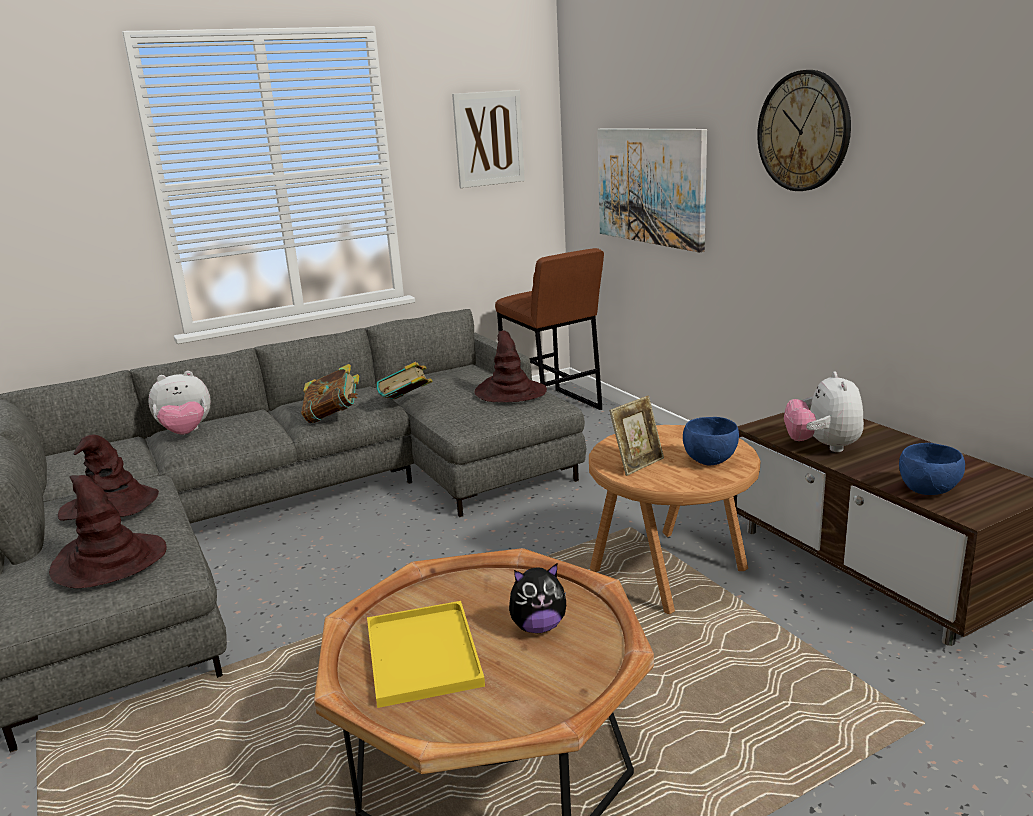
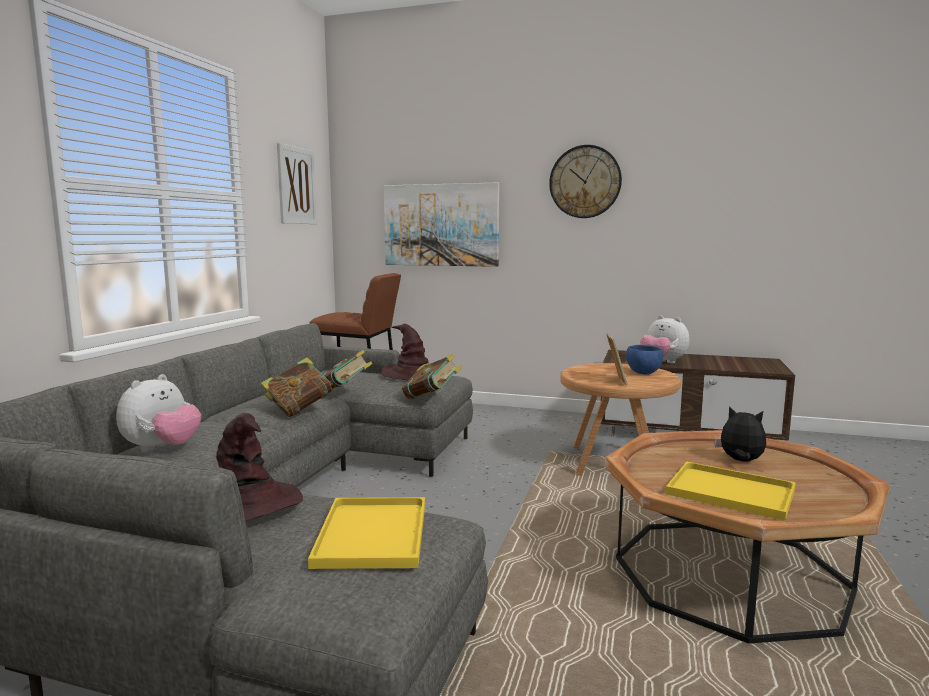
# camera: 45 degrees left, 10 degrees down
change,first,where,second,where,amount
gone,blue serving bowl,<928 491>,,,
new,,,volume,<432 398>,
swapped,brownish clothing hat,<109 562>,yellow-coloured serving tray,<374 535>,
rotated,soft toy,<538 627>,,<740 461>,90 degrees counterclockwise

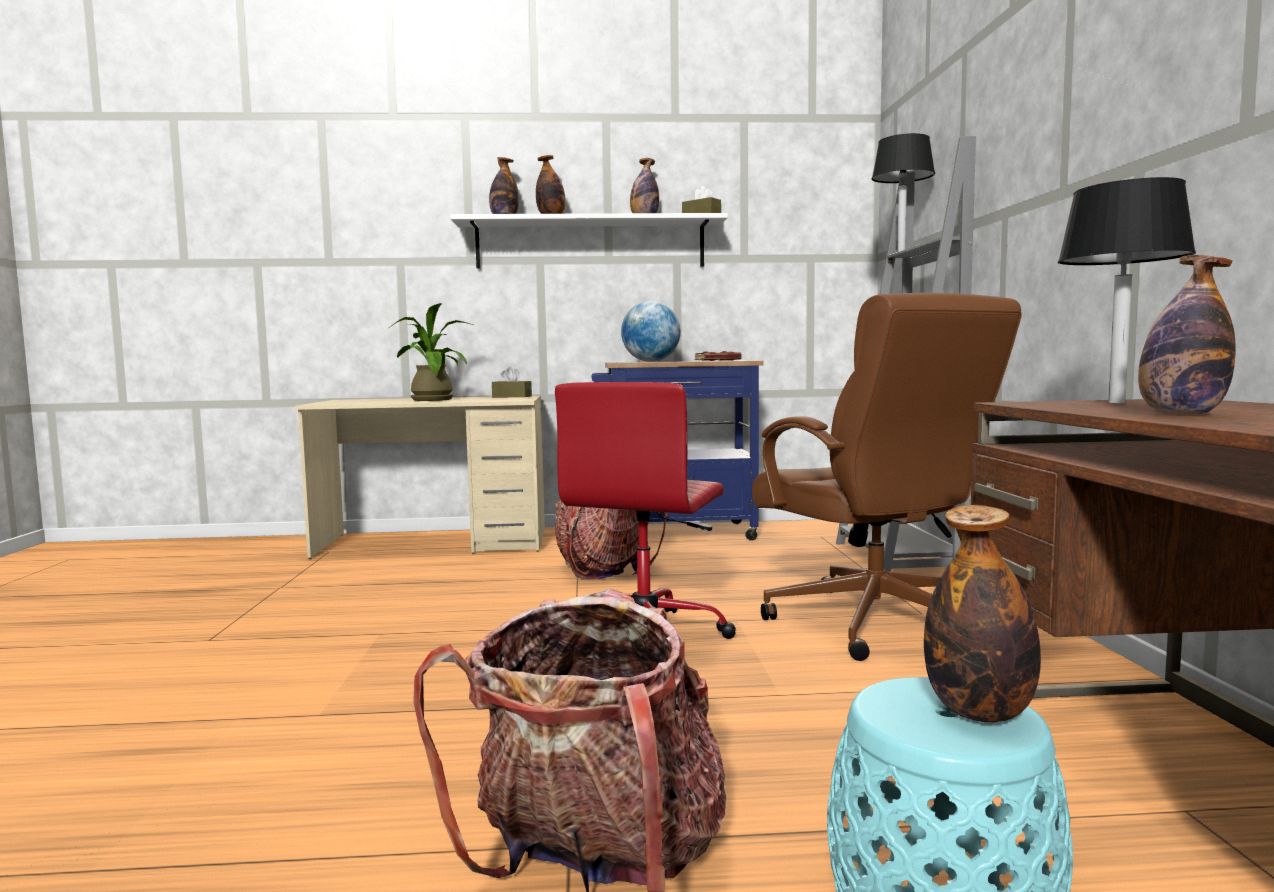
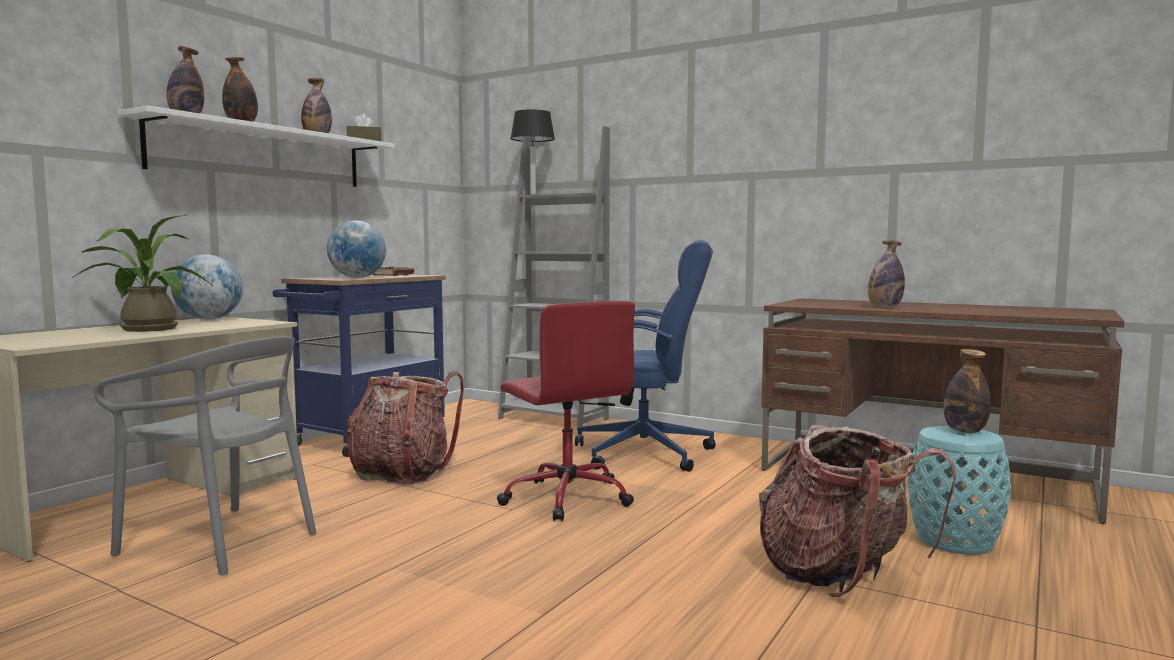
# camera: 55 degrees left, 0 degrees up
change,first,where,second,where,amount
gone,black-coloured table lamp,<1117 402>,,,
new,,,grey plain chair,<221 541>,
swapped,brownish tissue box,<512 396>,world globe,<209 319>,
repainted,brownish desk chair,<874 621>,blue desk chair,<642 453>,

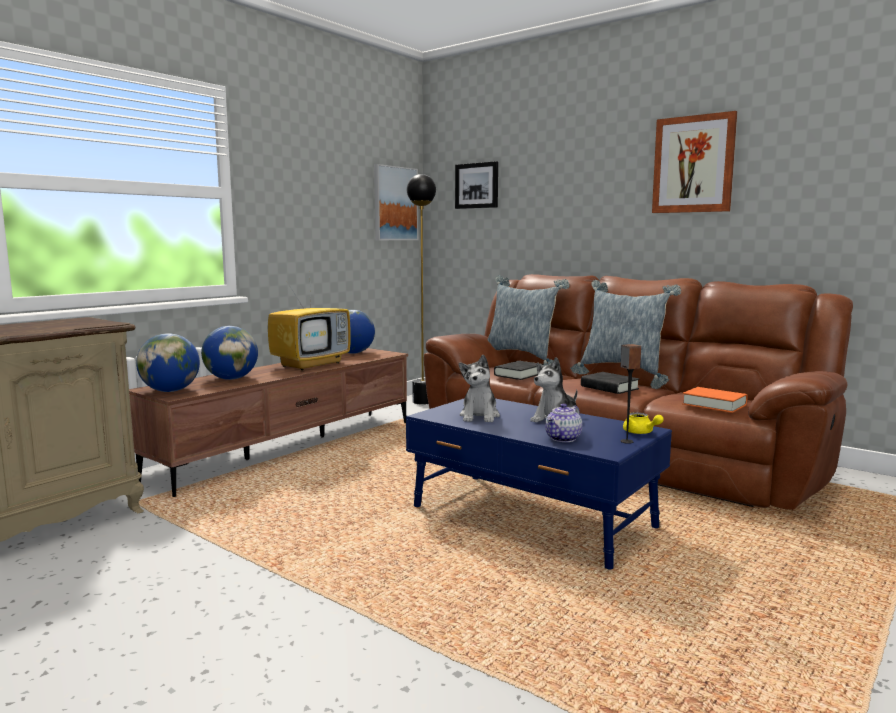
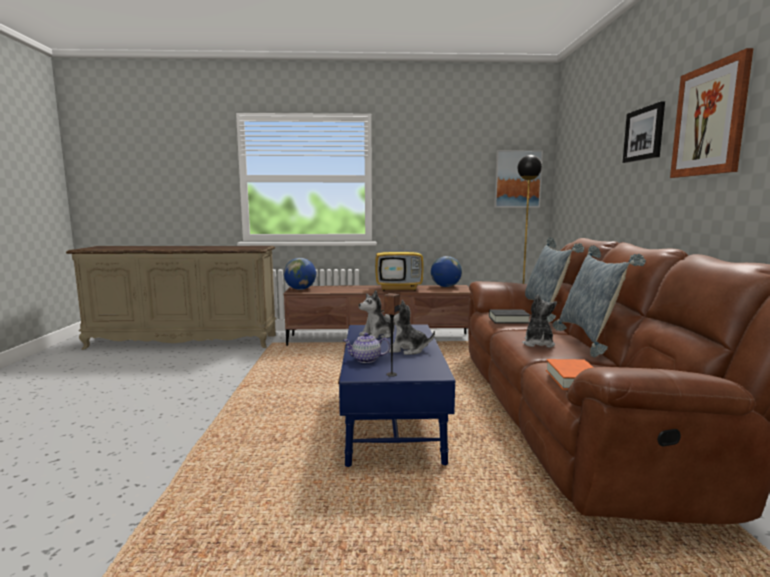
# camera: 50 degrees right, 0 degrees up
change,first,where,second,where,amount
gone,world globe,<231 379>,,,
gone,yellow-coloured pot for tea,<640 433>,,,
shifted,wall picture,<477 185>,,<644 134>,
swapped,black-coloured volume,<609 388>,soft toy,<538 344>,

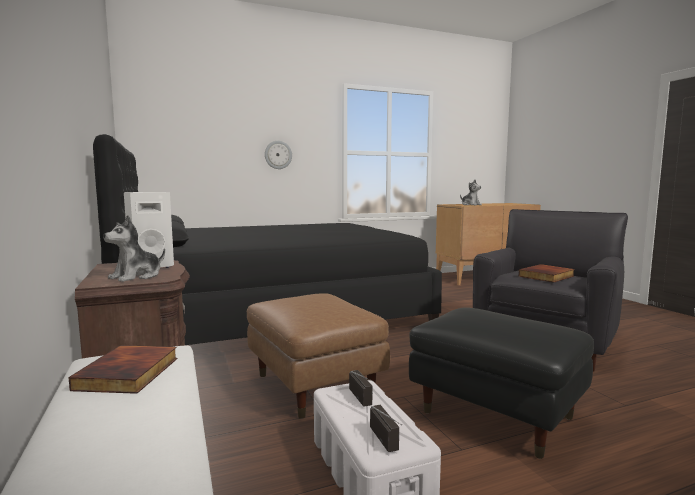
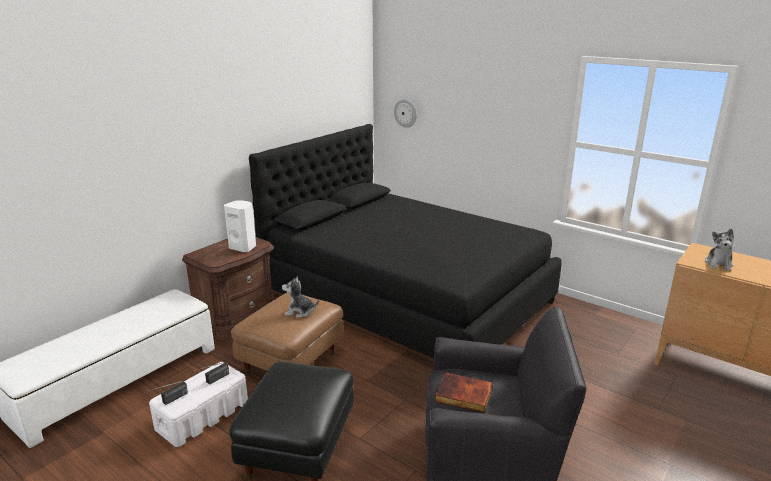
# camera: 60 degrees right, 15 degrees up
change,first,where,second,where,amount
gone,volume,<129 374>,,,
shifted,soft toy,<137 276>,,<300 312>,
shifted,hanging clock,<278 155>,,<405 113>,

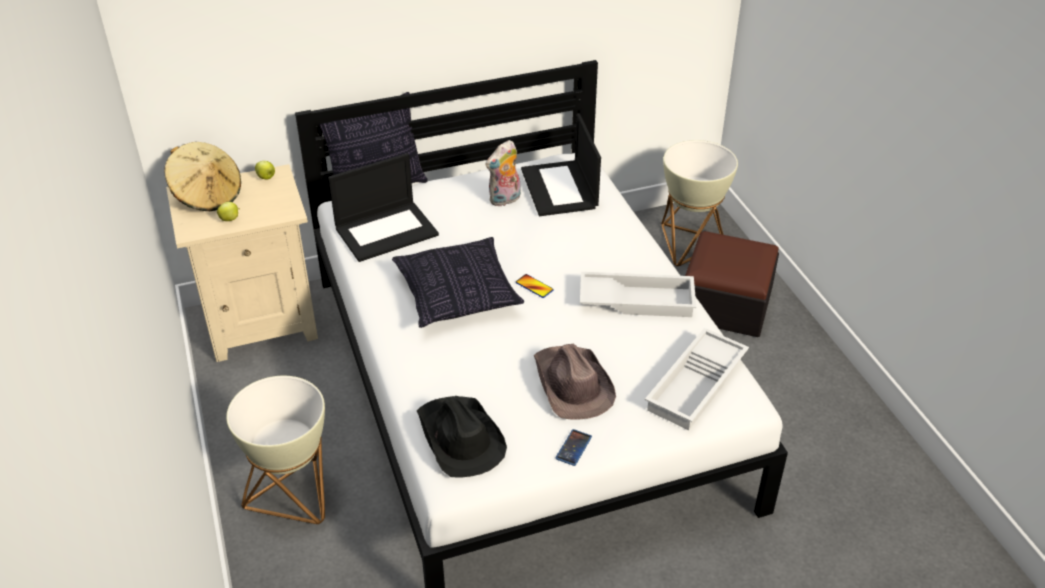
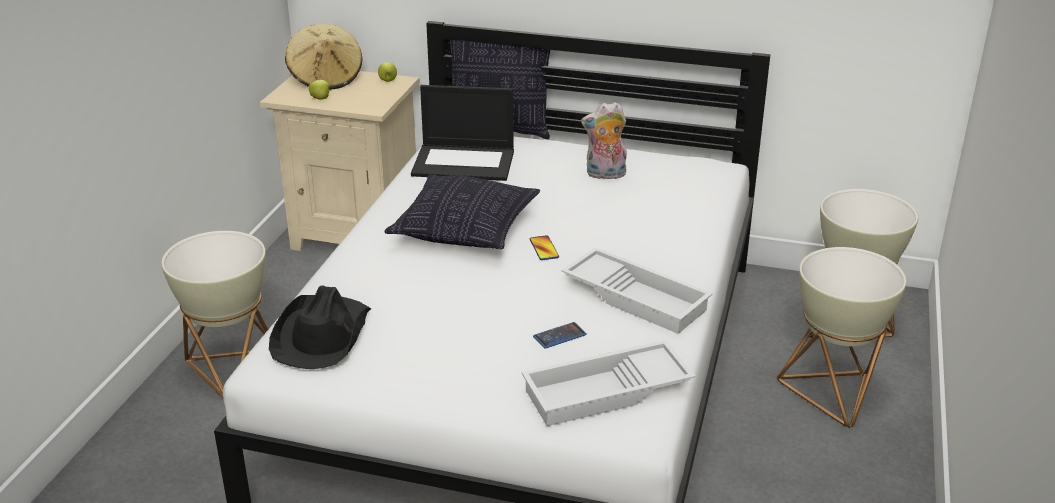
# camera: 35 degrees right, 10 degrees down
change,first,where,second,where,amount
gone,laptop,<560 189>,,,
gone,brownish clothing hat,<572 384>,,,
shifted,phone,<573 448>,,<559 336>,
swapped,ottoman,<725 303>,plant pot,<832 393>,

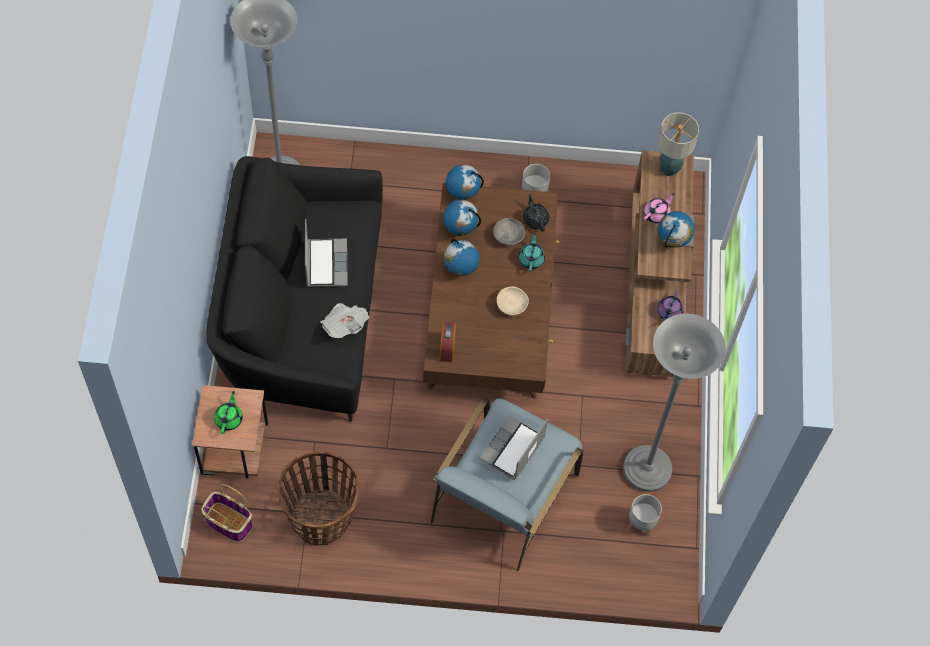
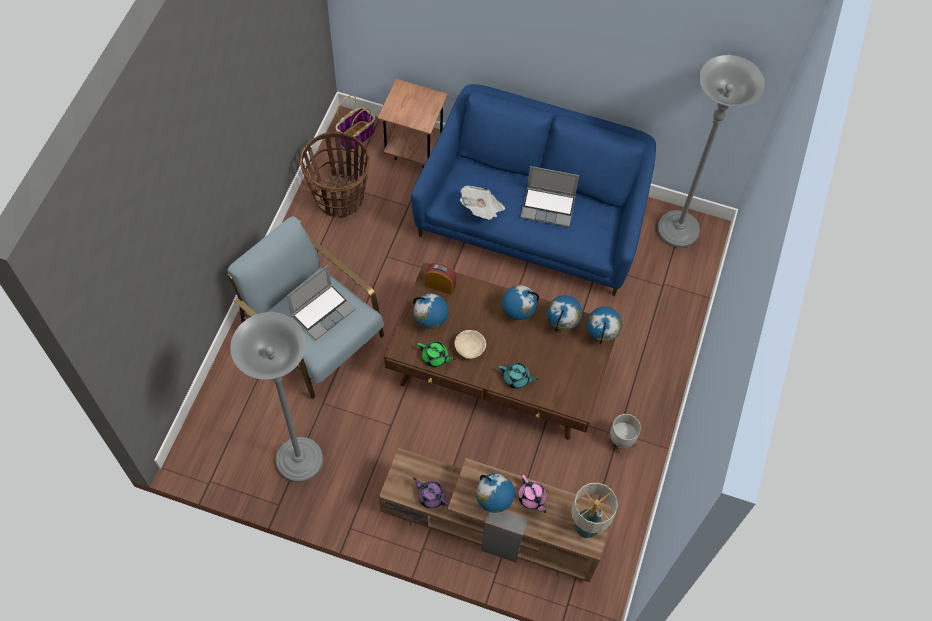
# camera: 105 degrees right, 0 degrees up
change,first,where,second,where,amount
gone,grey serving bowl,<509 237>,,,
gone,black-coloured pot for tea,<535 219>,,,
gone,grey plant pot,<641 523>,,,
new,,,world globe,<430 323>,
shifted,greenish pot for tea,<229 418>,,<435 357>,
repainted,black-coloured couch,<302 313>,blue couch,<532 220>,
rotated,laptop,<512 450>,,<323 311>,90 degrees clockwise

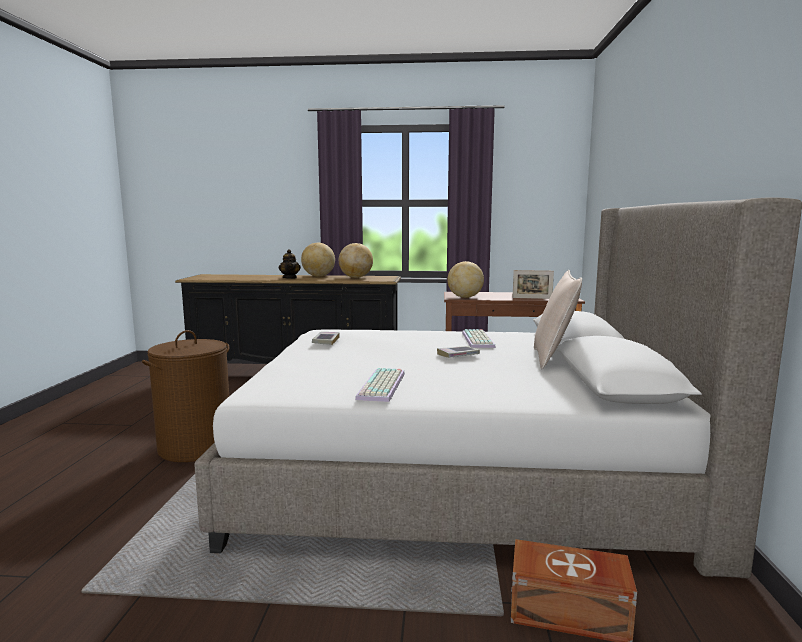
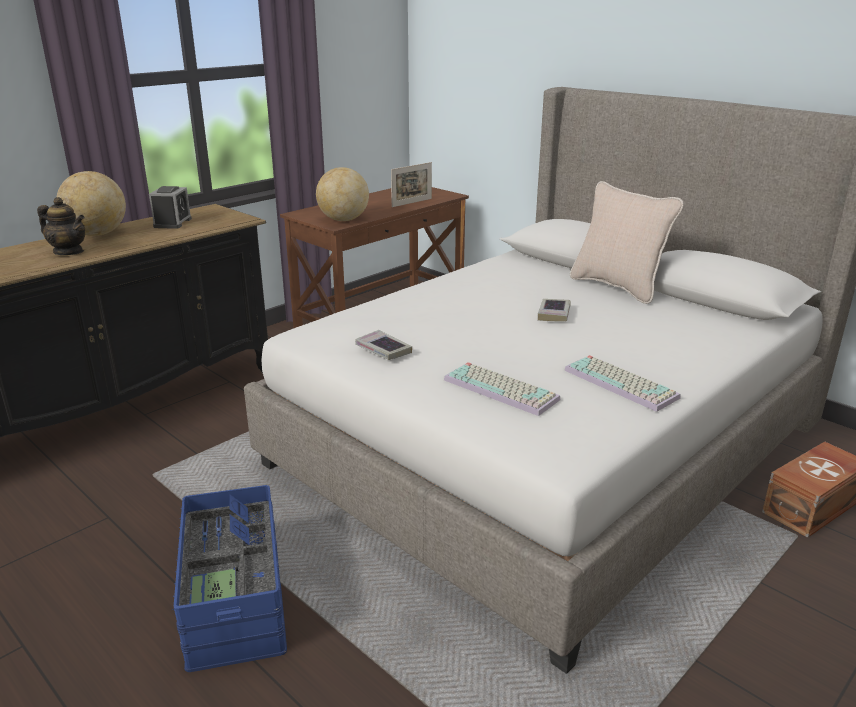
# camera: 50 degrees left, 15 degrees up
change,first,where,second,where,amount
shifted,PC keyboard,<479 340>,,<503 389>,
swapped,brownish hamper,<195 447>,blue storage bin,<233 599>,
swapped,world globe,<356 277>,alarm clock,<172 223>,

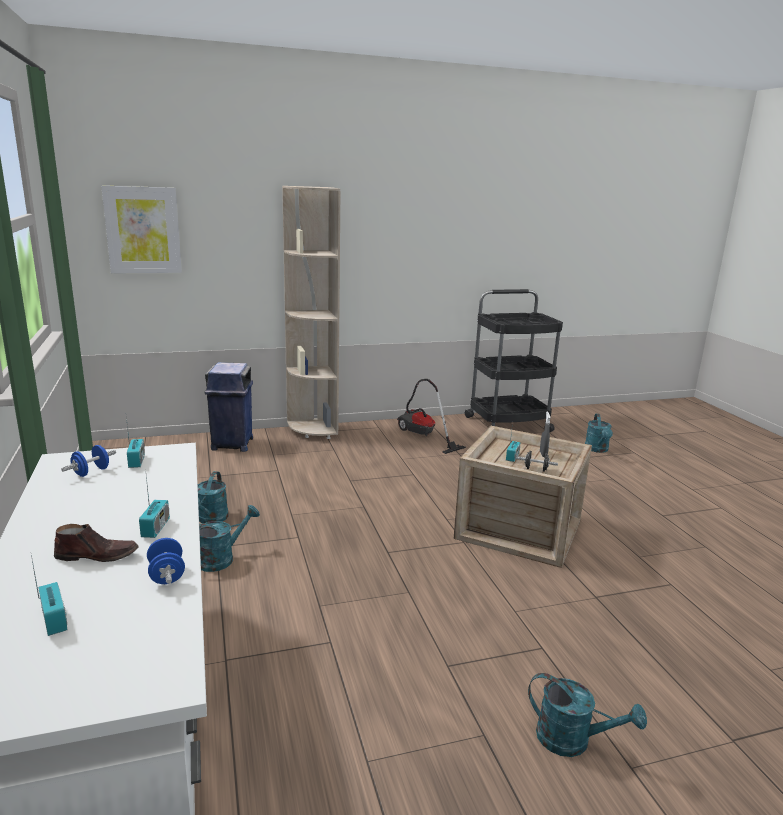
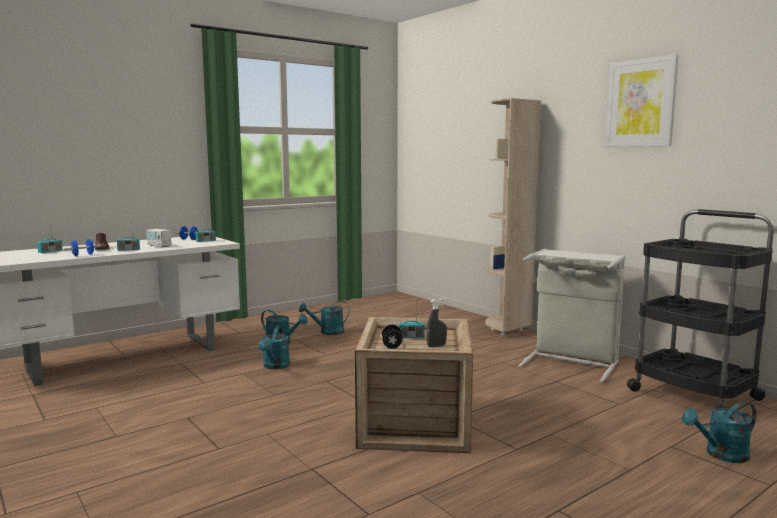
# camera: 70 degrees right, 10 degrees down
change,first,where,second,where,amount
gone,blue trash can,<232 444>,,,
new,,,radio set,<159 246>,
shifted,wall picture,<143 230>,,<641 103>,
shifted,blue-green sprinkling can,<573 740>,,<275 366>,
swapped,hoover,<422 436>,grey hamper,<571 362>,

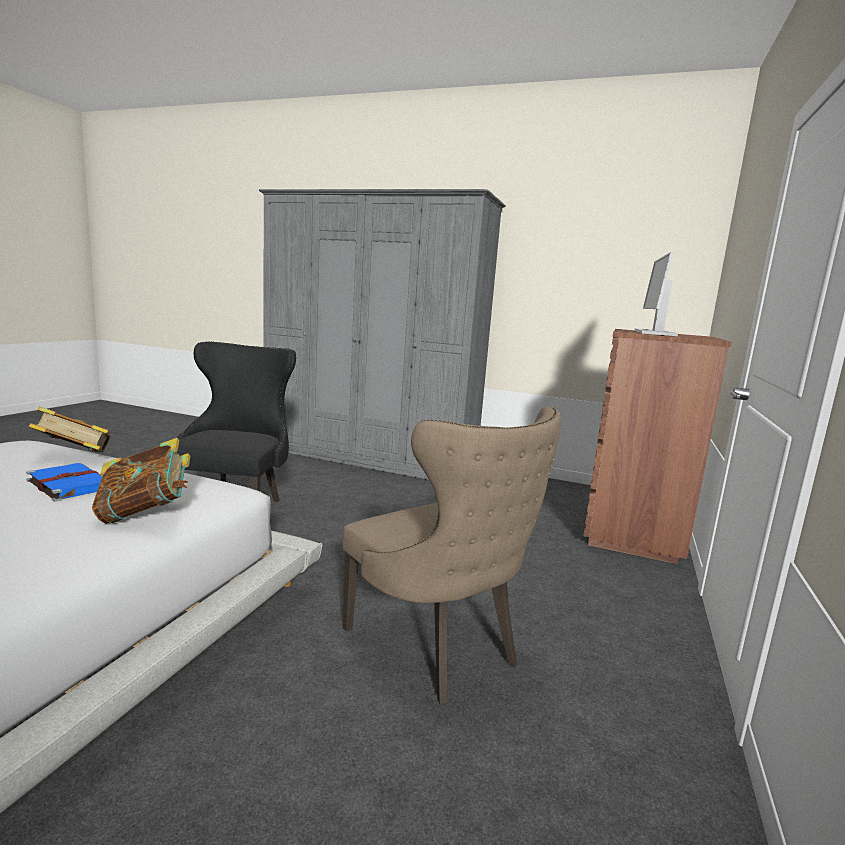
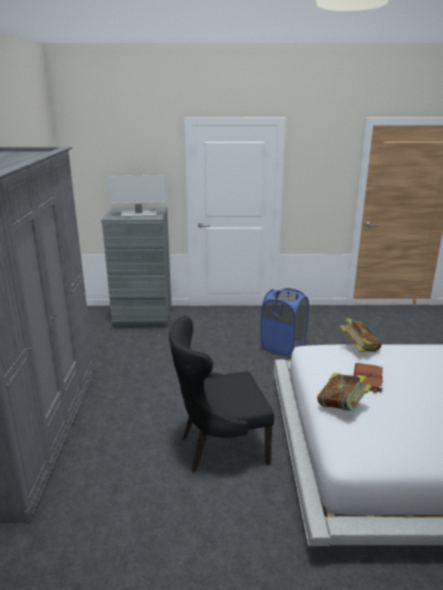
# camera: 110 degrees left, 10 degrees up
change,first,where,second,where,amount
swapped,beige-coloured plain chair,<438 646>,blue hamper,<283 347>,
repainted,blue volume,<69 484>,brownish volume,<367 379>,
repainted,brownish drawer chest,<633 536>,grey drawer chest,<143 316>,

